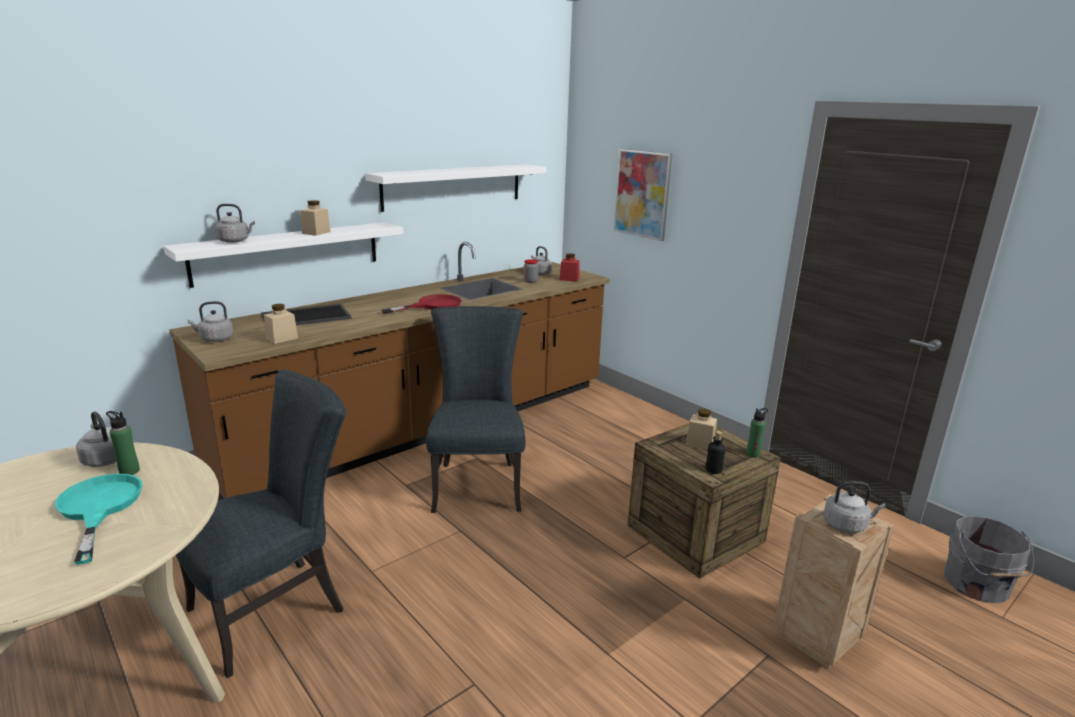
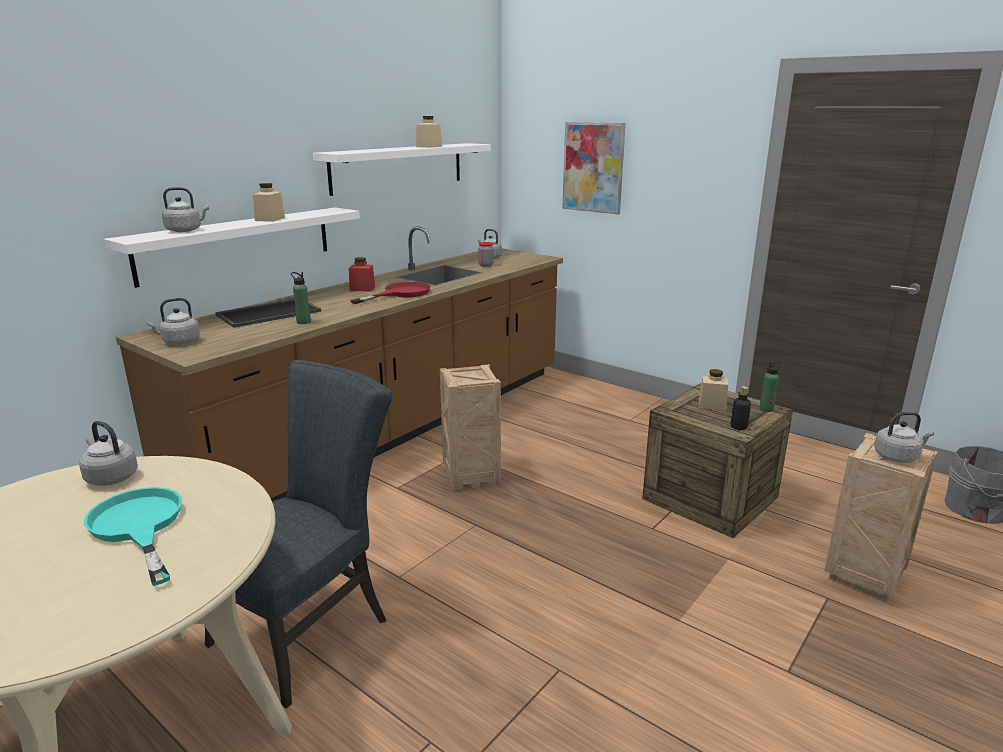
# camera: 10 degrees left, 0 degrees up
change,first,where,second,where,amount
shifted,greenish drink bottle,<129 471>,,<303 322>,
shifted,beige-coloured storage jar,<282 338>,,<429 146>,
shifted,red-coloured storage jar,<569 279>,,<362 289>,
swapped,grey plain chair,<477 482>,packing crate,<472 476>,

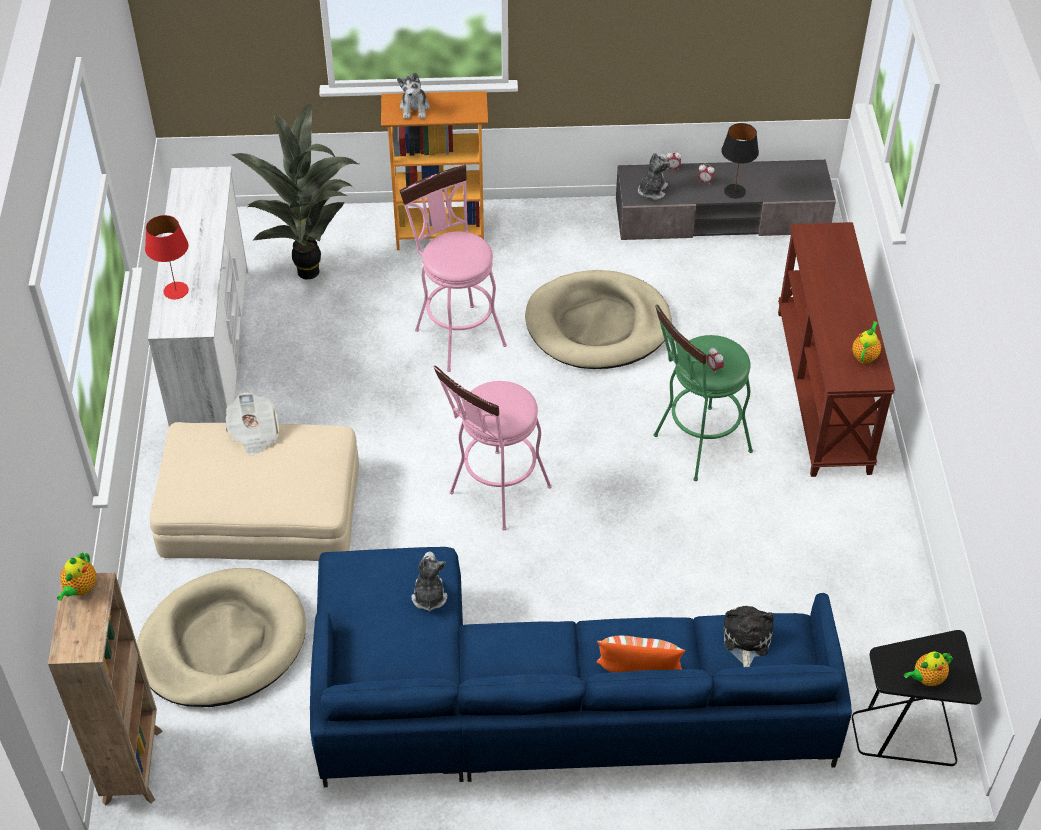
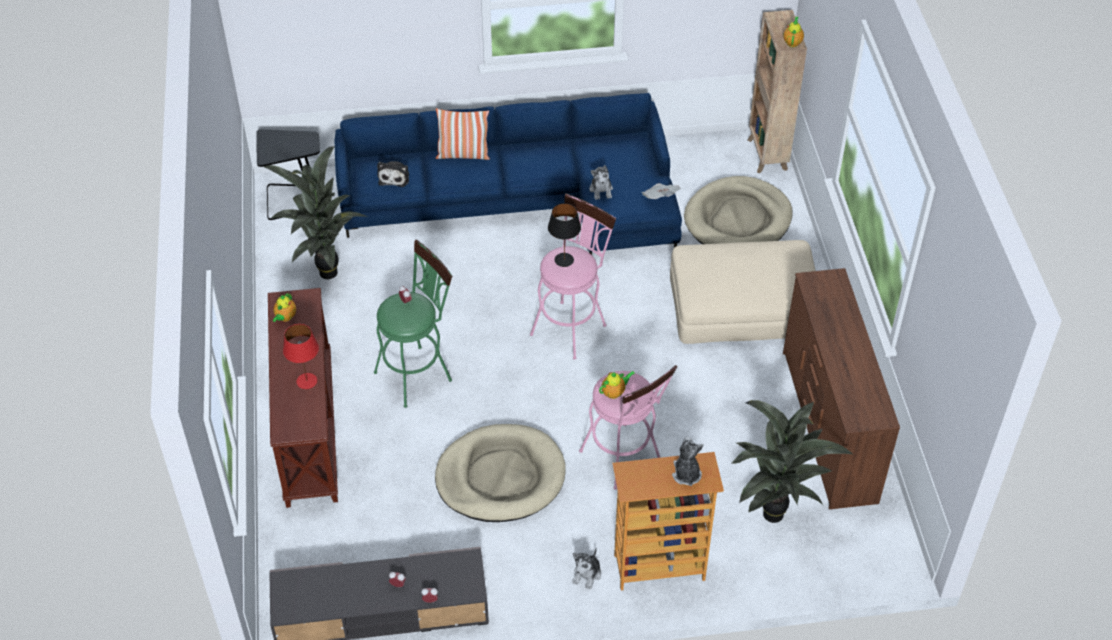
# camera: 175 degrees right, 0 degrees up
change,first,where,second,where,amount
new,,,plant in a pot,<324 272>,
shifted,red-coloured table lamp,<176 291>,,<306 381>,
shifted,newspaper,<254 434>,,<660 198>,
shifted,soft toy,<652 190>,,<587 574>,
shifted,black-coloured table lamp,<734 191>,,<564 260>,
shifted,pot for tea,<926 678>,,<614 392>,
repainted,whitish drawer chest,<213 352>,brownish drawer chest,<827 426>,

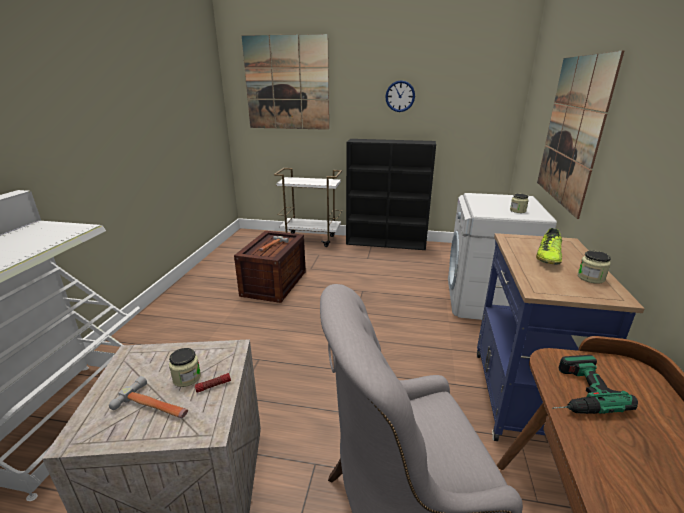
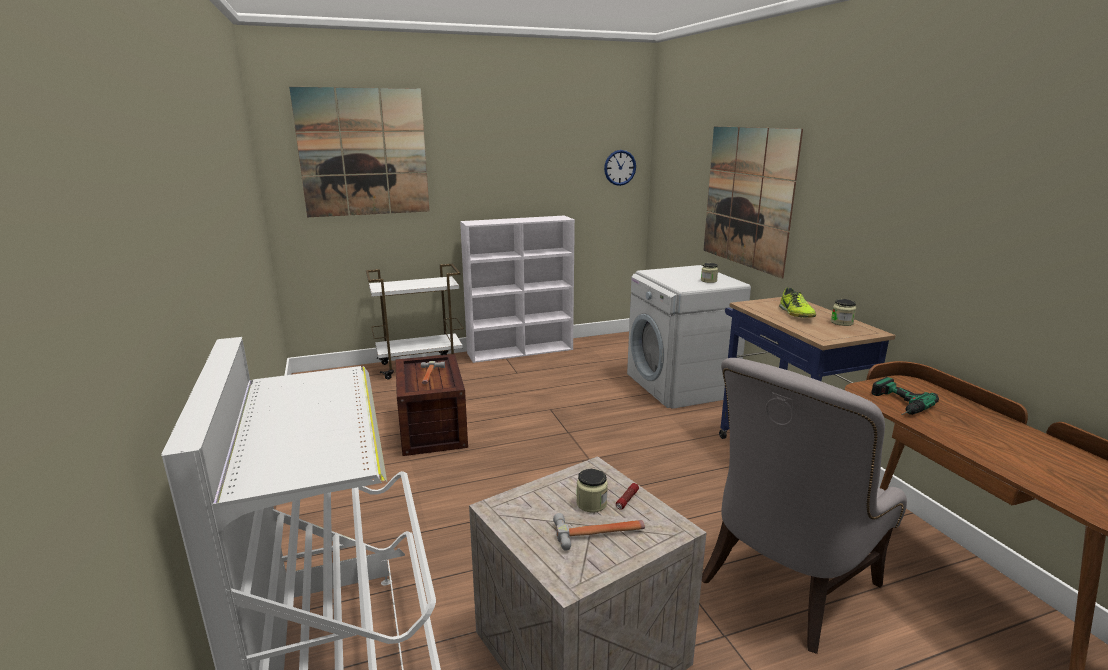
# camera: 30 degrees left, 5 degrees down
change,first,where,second,where,amount
shifted,hanging clock,<400 96>,,<620 167>,
repainted,black-coloured shelving unit,<386 243>,whitish shelving unit,<521 351>,

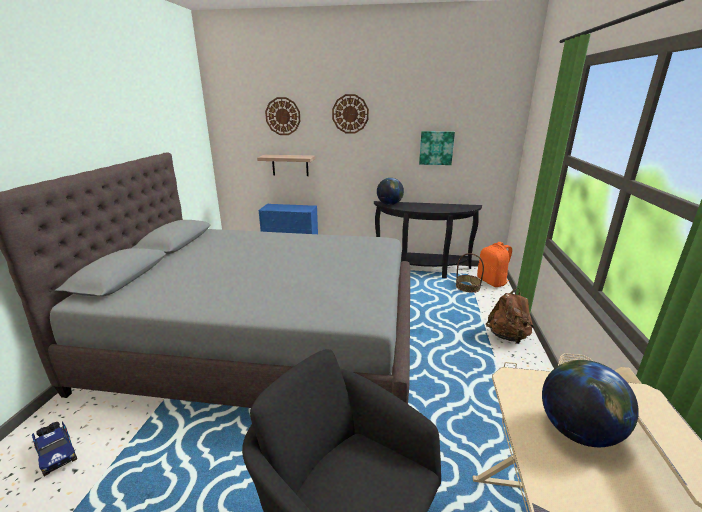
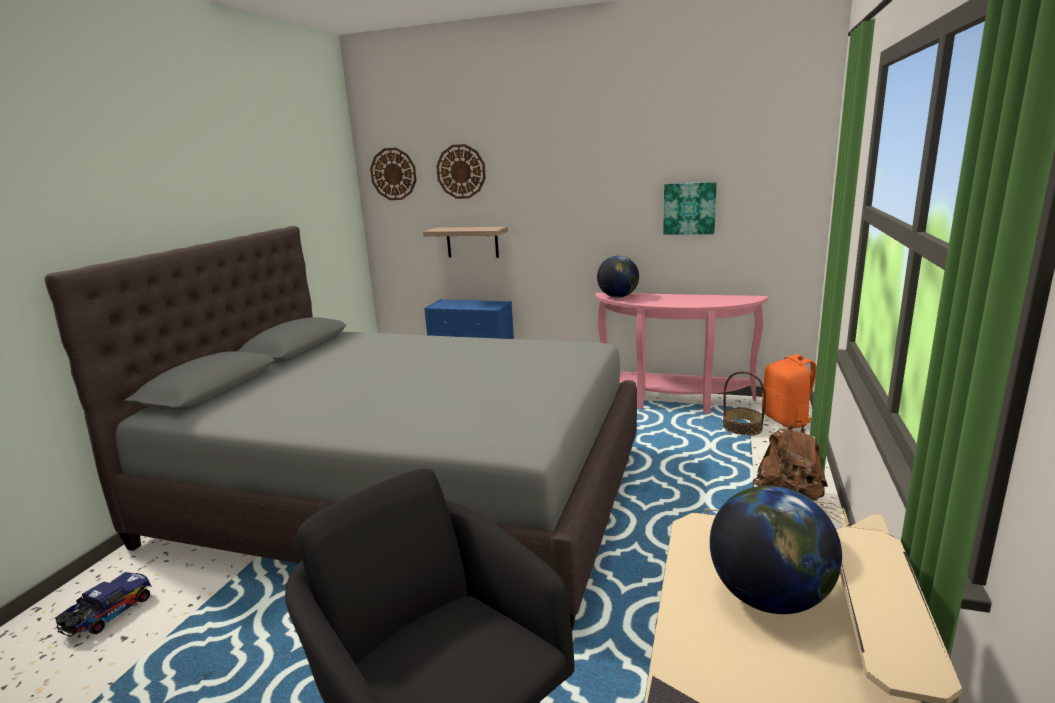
# camera: 10 degrees right, 5 degrees down
change,first,where,second,where,amount
shifted,hanging clock,<350 114>,,<393 174>,
repainted,black-coloured console table,<422 270>,pink console table,<673 401>,
rotated,toy lorry,<57 453>,,<107 615>,120 degrees counterclockwise

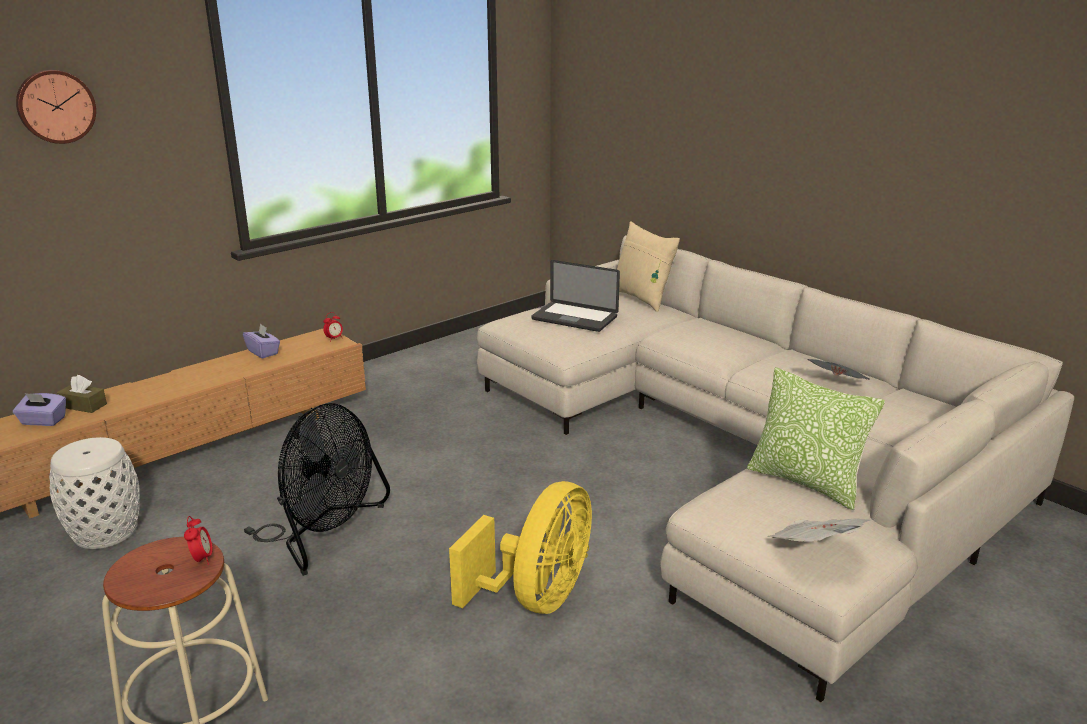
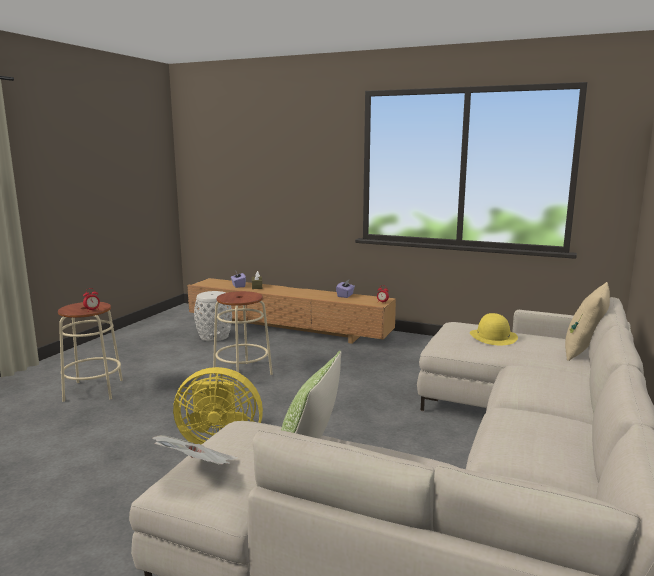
# camera: 65 degrees right, 10 degrees down
change,first,where,second,where,amount
gone,hanging clock,<55 106>,,,
gone,newspaper,<836 386>,,,
swapped,black-coloured cooling fan,<321 534>,beige-coloured stool,<242 374>,
swapped,laptop,<574 318>,yellow-coloured clothing hat,<493 337>,

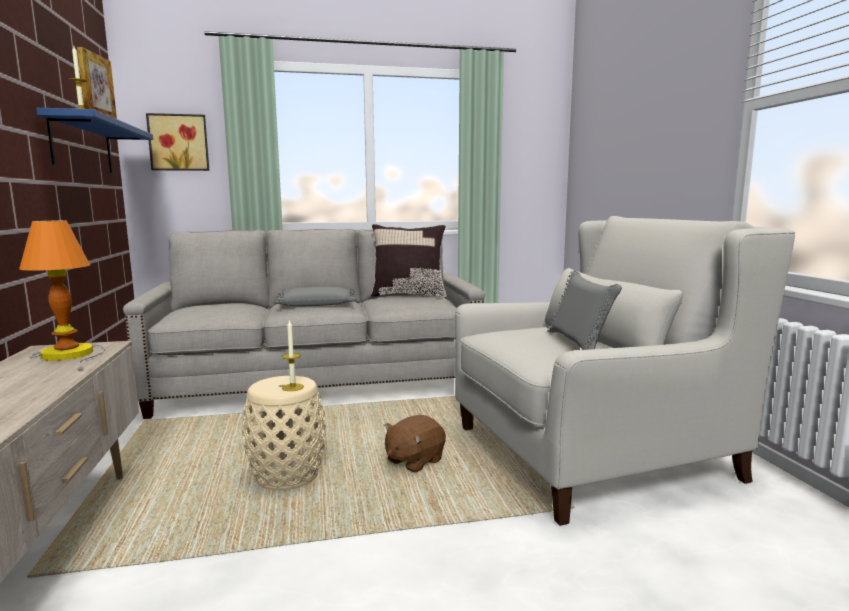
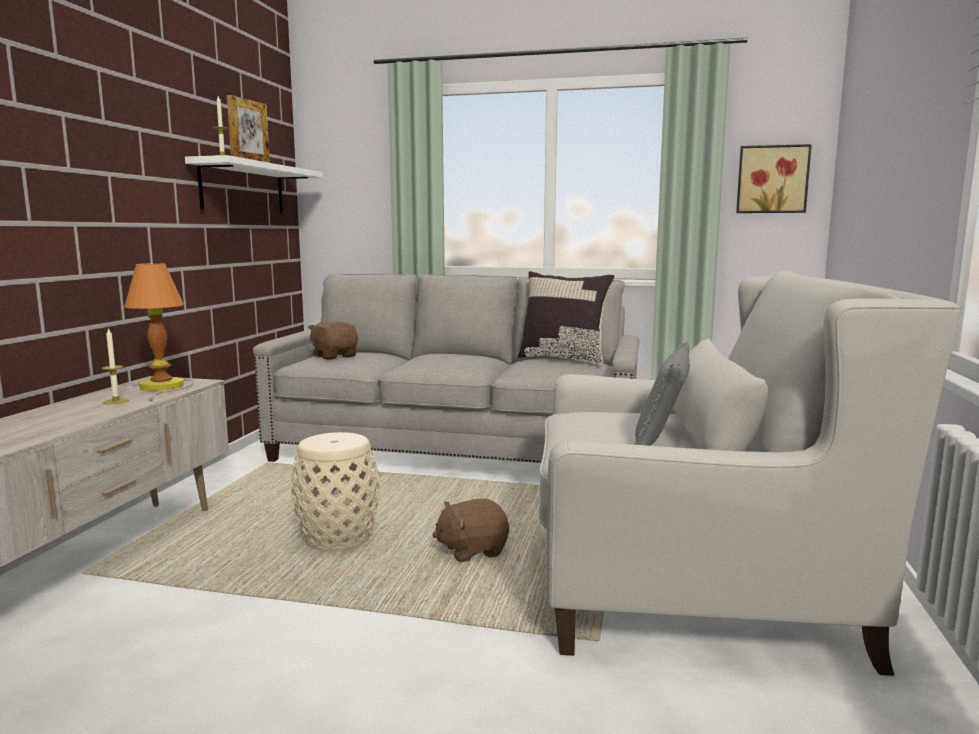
# camera: 25 degrees right, 0 degrees up
change,first,where,second,where,amount
gone,grey cushion,<316 303>,,,
new,,,brownish soft toy,<335 356>,
shifted,wall picture,<179 142>,,<772 179>,
shifted,wax light,<293 387>,,<116 401>,
repainted,blue shelf,<82 146>,whitish shelf,<243 188>,

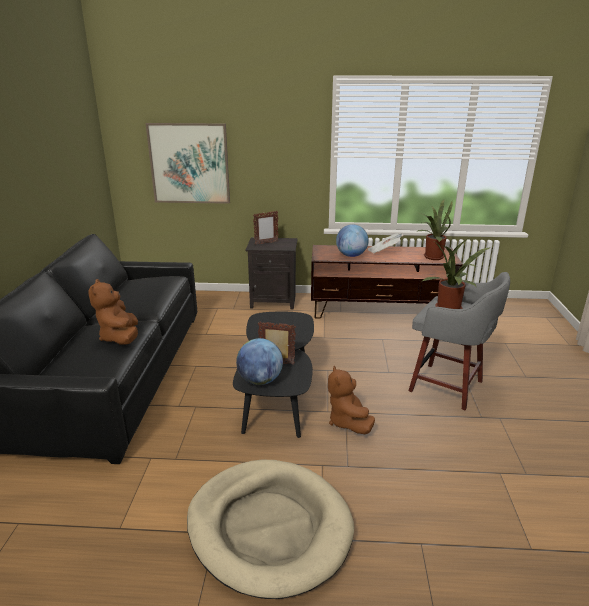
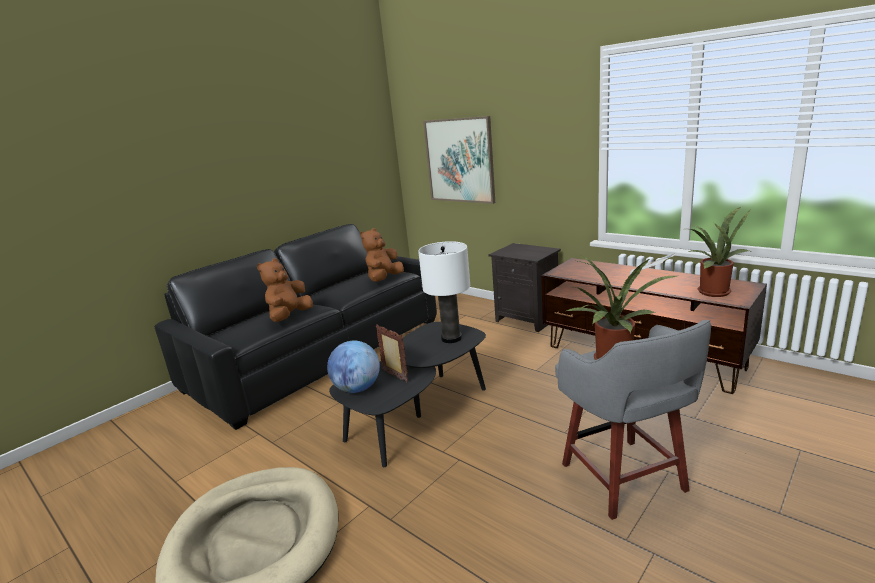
# camera: 40 degrees right, 5 degrees down
change,first,where,second,where,amount
gone,picture frame,<266 243>,,,
gone,world globe,<351 255>,,,
new,,,whitish table lamp,<451 338>,
shifted,brownish soft toy,<348 422>,,<384 279>,

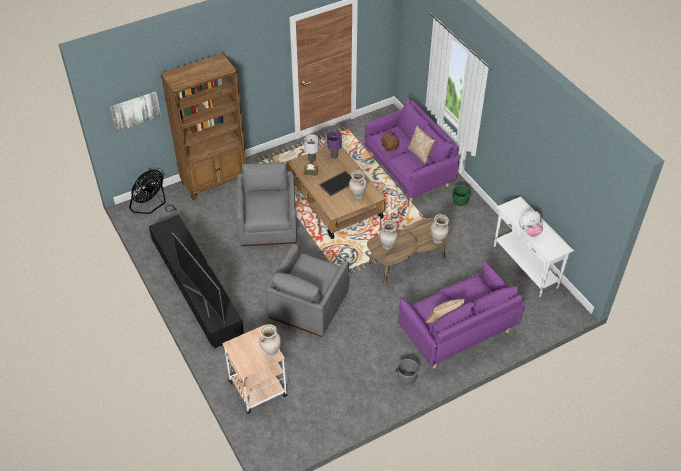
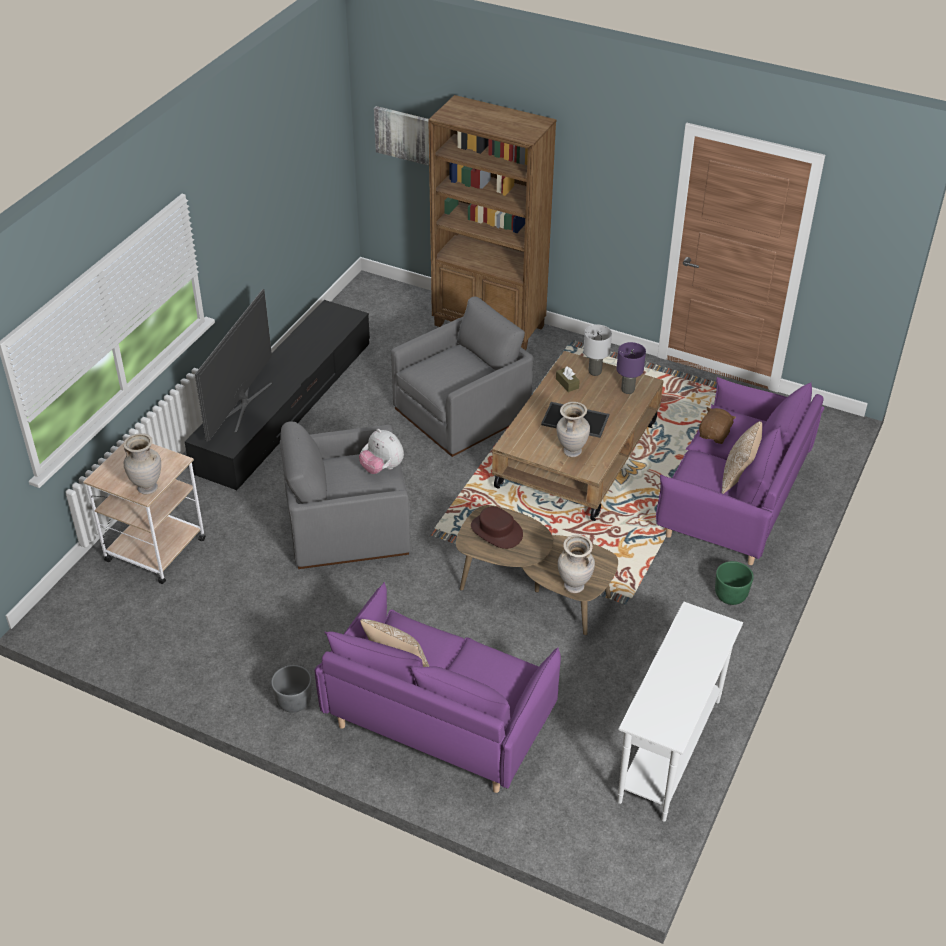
# camera: 55 degrees right, 5 degrees down
change,first,where,second,where,amount
gone,black-coloured cooling fan,<155 205>,,,
shifted,soft toy,<529 231>,,<382 468>,
swapped,beige-coloured decorative vase,<387 246>,brownish clothing hat,<496 531>,

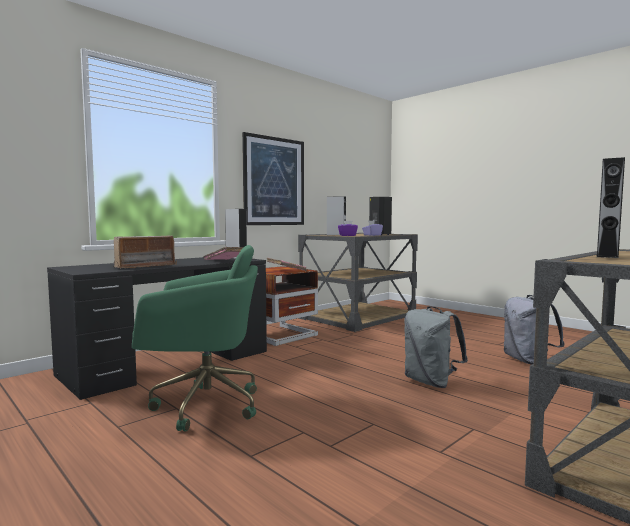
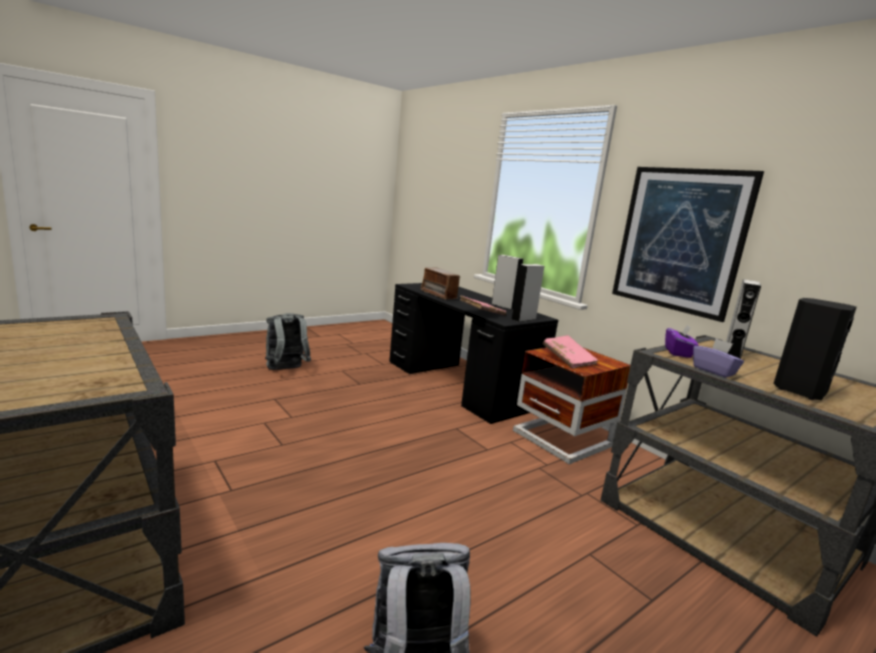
# camera: 95 degrees right, 10 degrees up
change,first,where,second,where,amount
gone,greenish desk chair,<202 407>,,,
shifted,grey backpack,<431 382>,,<286 370>,
shifted,grey speaker,<607 256>,,<503 306>,

